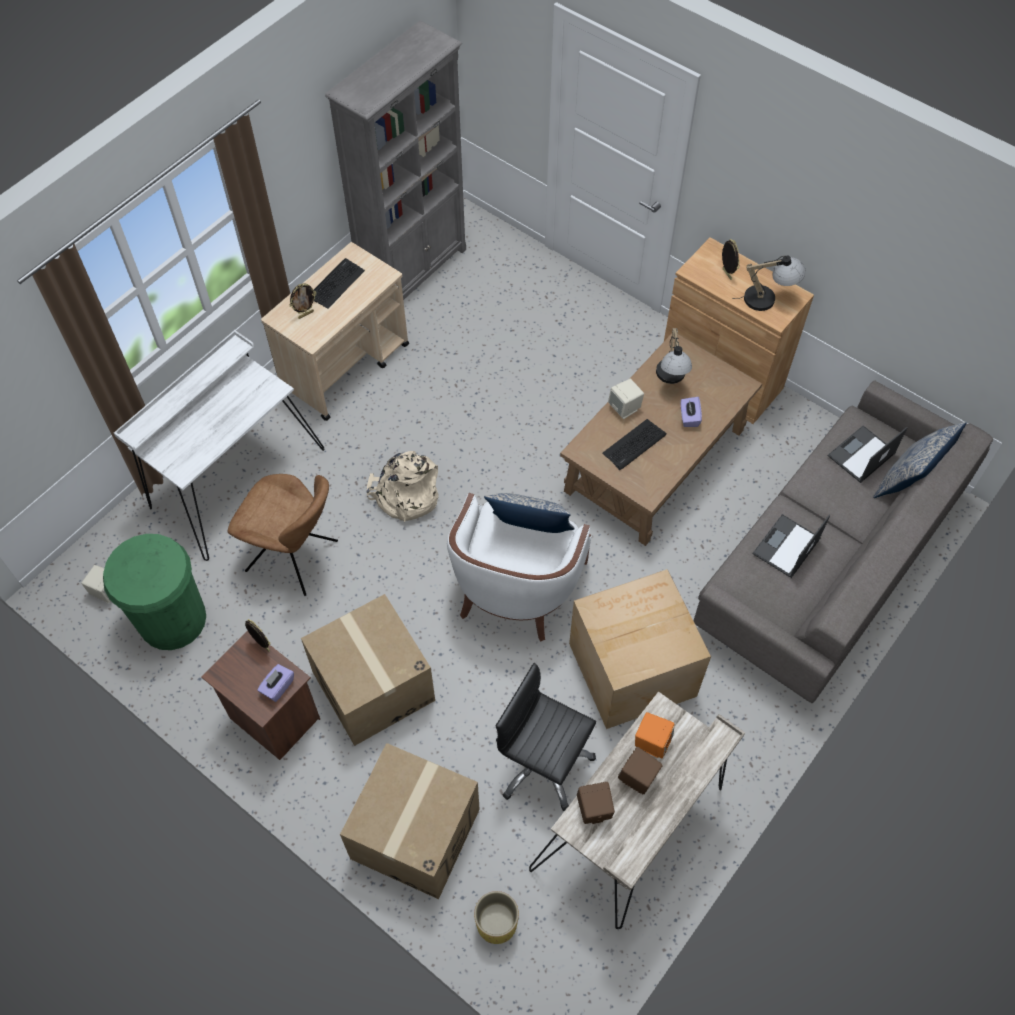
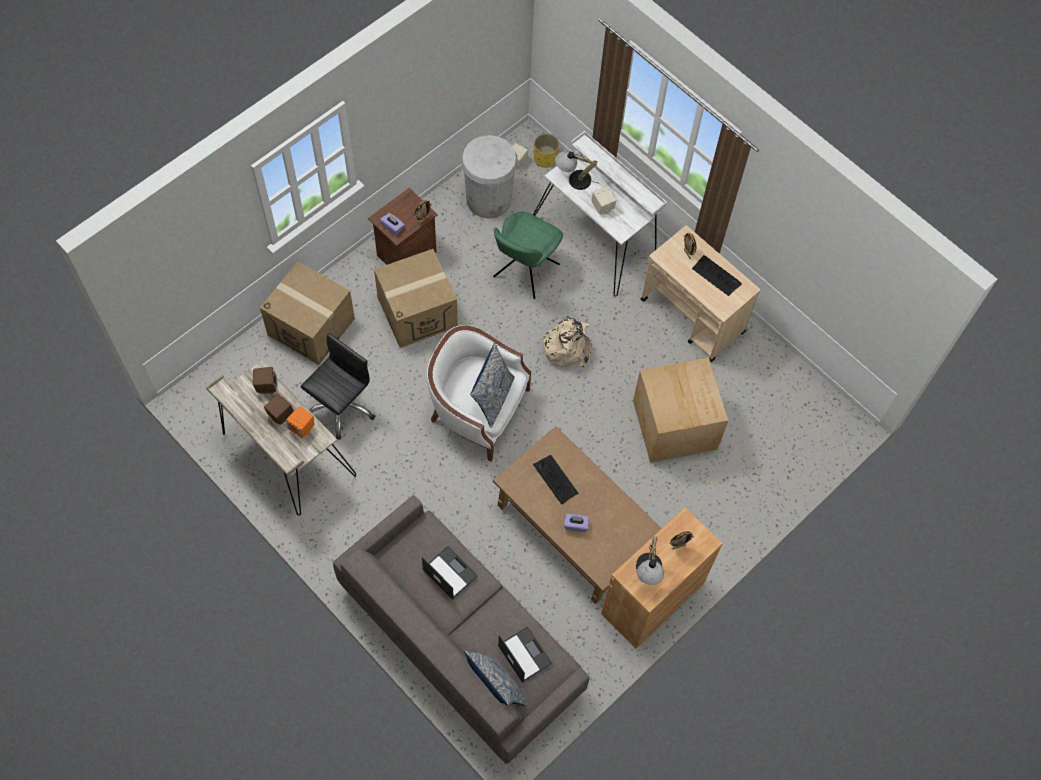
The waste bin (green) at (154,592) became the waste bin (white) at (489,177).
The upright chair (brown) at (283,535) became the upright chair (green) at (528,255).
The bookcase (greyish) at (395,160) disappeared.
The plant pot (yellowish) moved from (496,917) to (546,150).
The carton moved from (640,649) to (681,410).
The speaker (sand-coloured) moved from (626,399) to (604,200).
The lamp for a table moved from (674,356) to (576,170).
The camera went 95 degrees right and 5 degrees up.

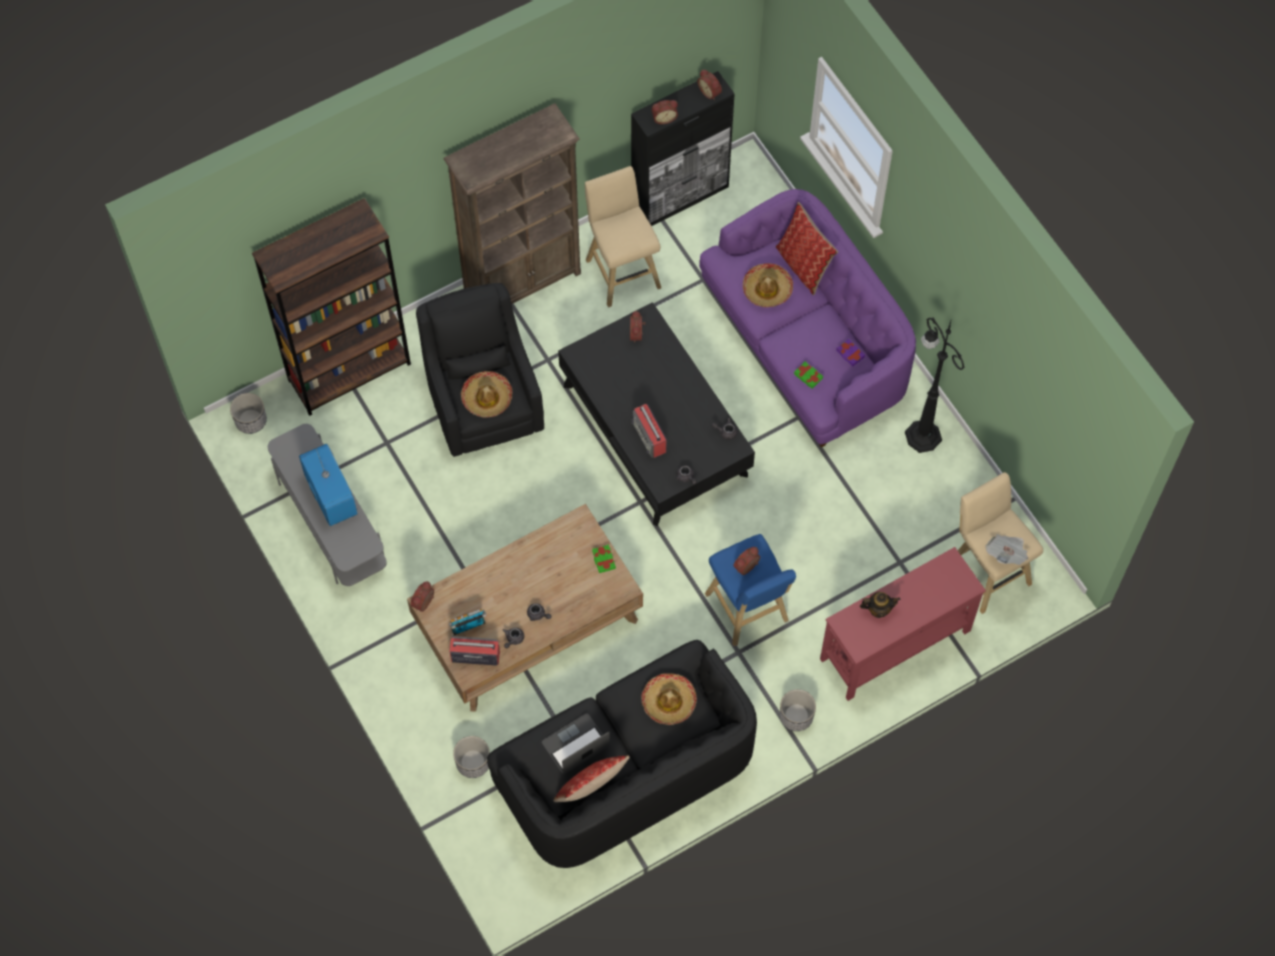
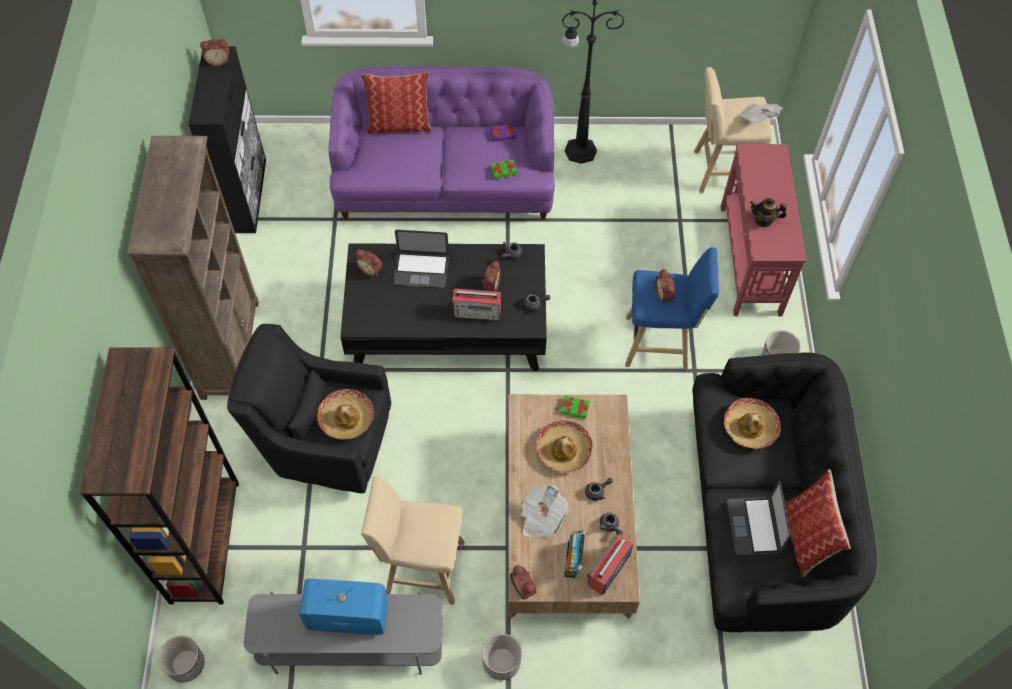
The plant pot moved from (471,757) to (502,657).
The stool (sand-coloured) moved from (623,237) to (413,540).
The table clock moved from (665,112) to (492,276).
The wearable hat moved from (768,285) to (564,446).
The tea pot at (880,605) turned 105 degrees counterclockwise.
The laptop at (421,259) appeared.
The daily paper at (545,511) appeared.
The camera went 60 degrees left and 5 degrees down.

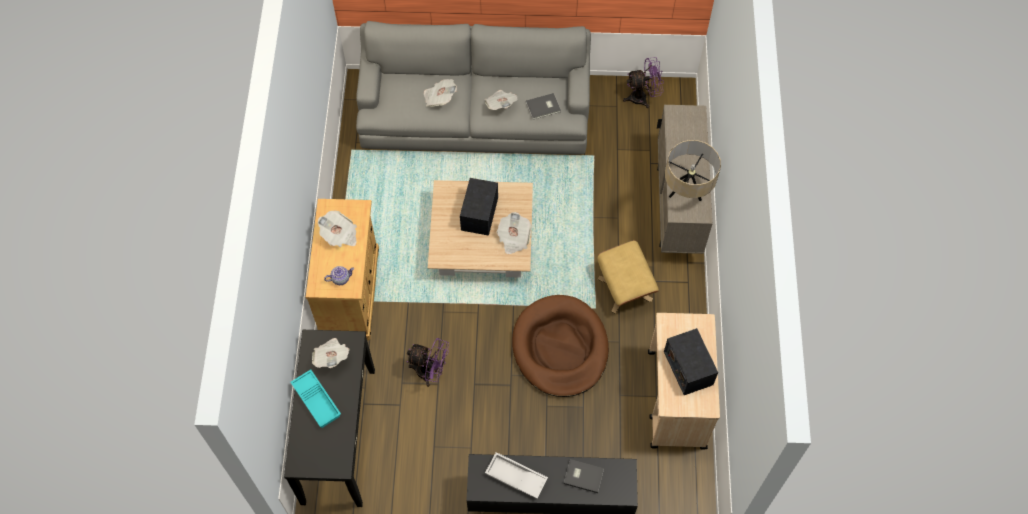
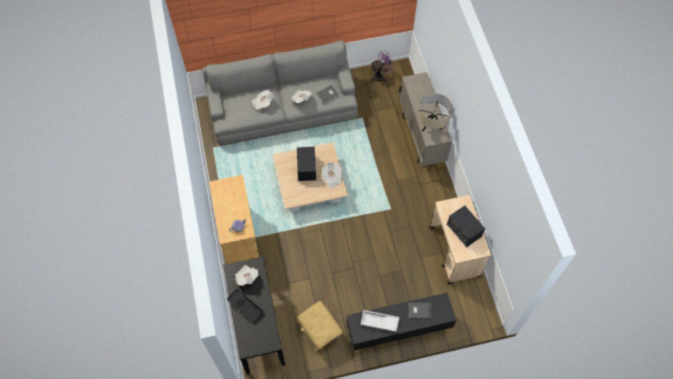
The serving tray (turquoise-coloured) at (316,398) became the serving tray (black) at (245,305).
The daily paper at (337,229) disappeared.
The cooling fan (purple-coloured) at (427,362) disappeared.
The pet bed (brown) at (560,346) disappeared.
The footrest (sand-coloured) moved from (628,277) to (320,326).
The camera went 15 degrees left and 0 degrees up.

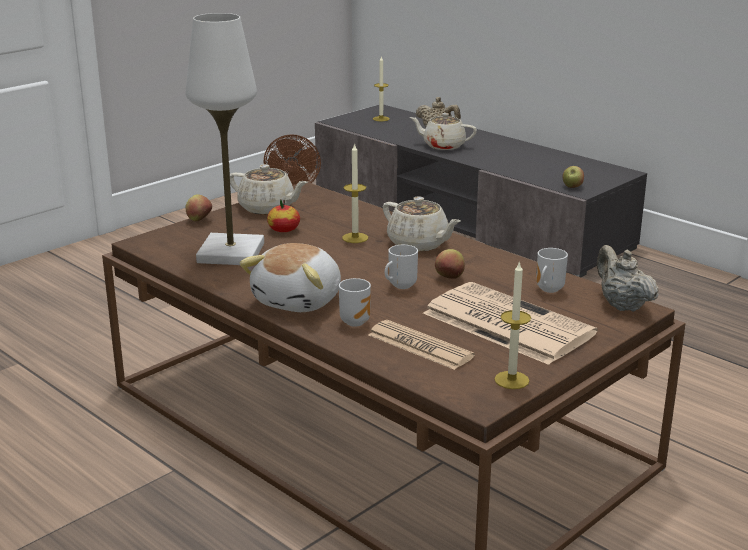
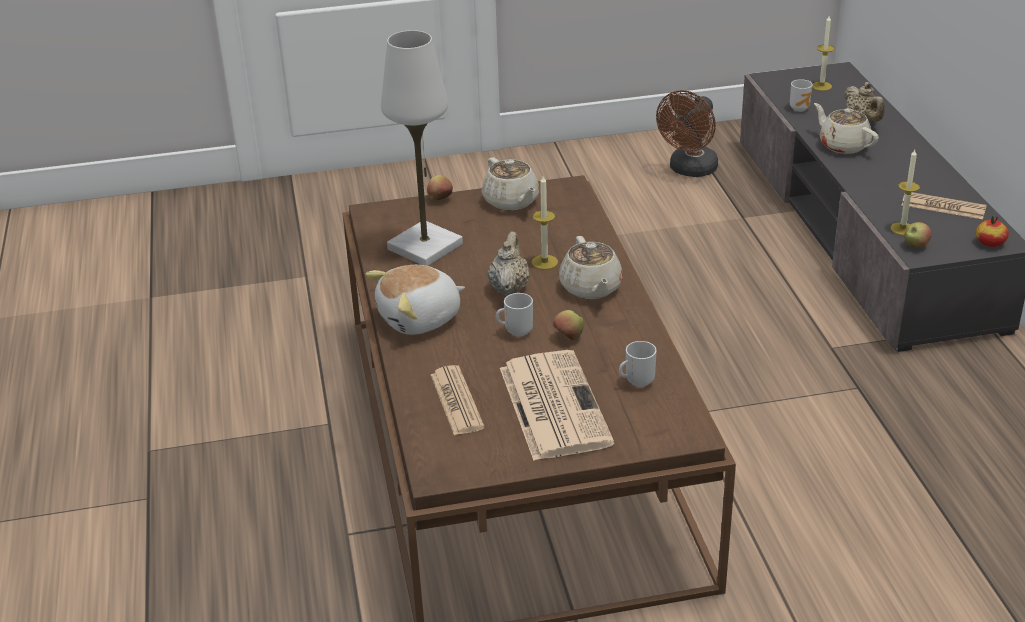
The apple moved from (283,215) to (992,231).
The tea mug moved from (355,302) to (801,95).
The wax candle moved from (512,325) to (905,192).
The tea pot (sand-coloured) moved from (628,278) to (509,263).
The daily paper at (944,205) appeared.
The camera went 35 degrees right and 10 degrees up.

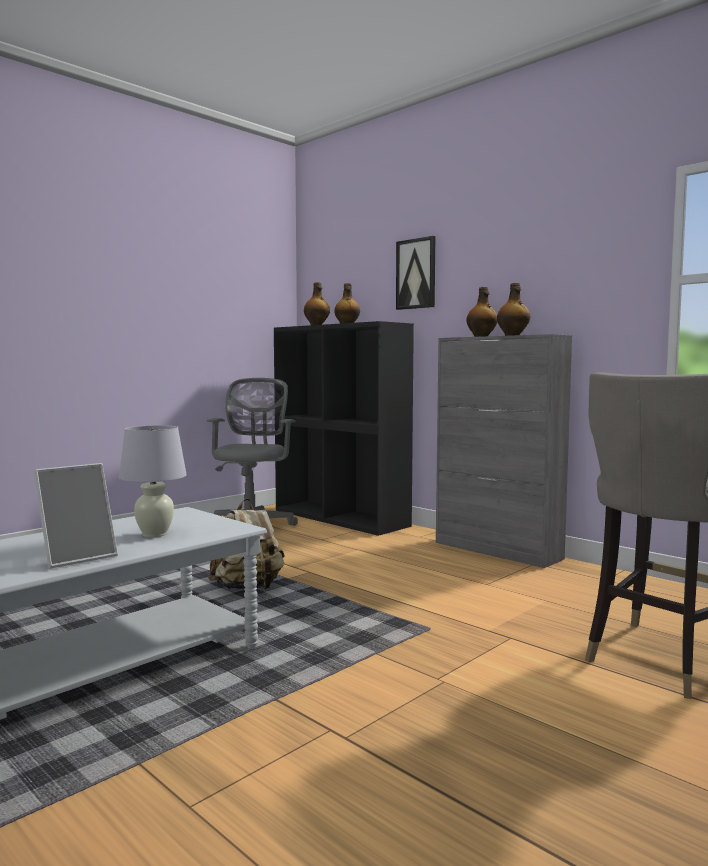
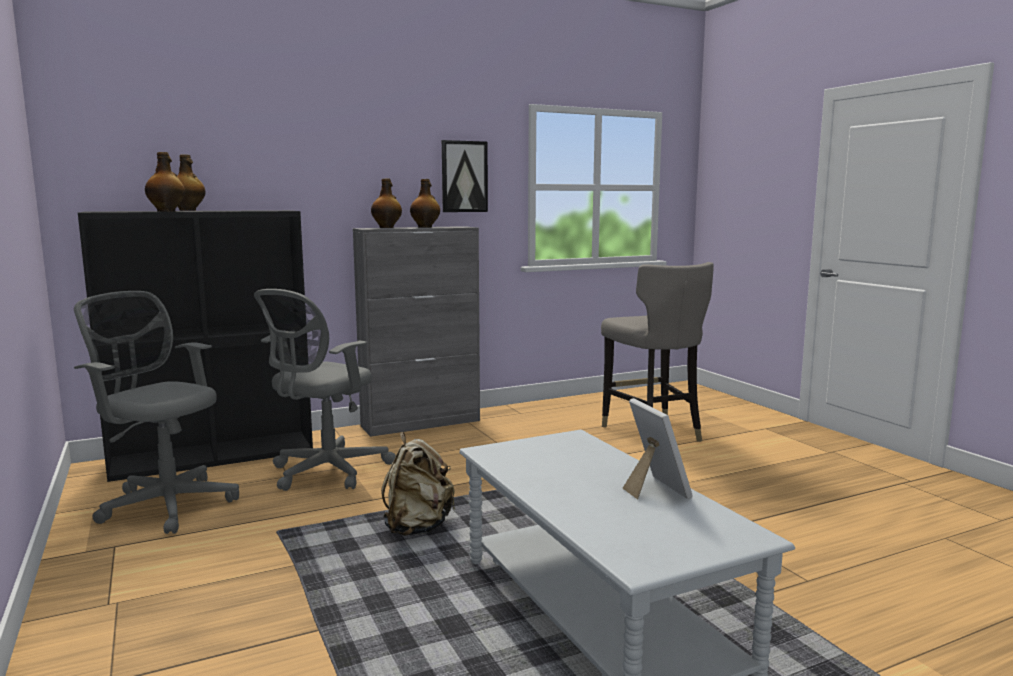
The lamp for a table (white) at (153,481) disappeared.
The wall picture moved from (415,273) to (465,176).
The office chair (greyish) at (325,390) appeared.
The camera went 70 degrees left and 5 degrees up.

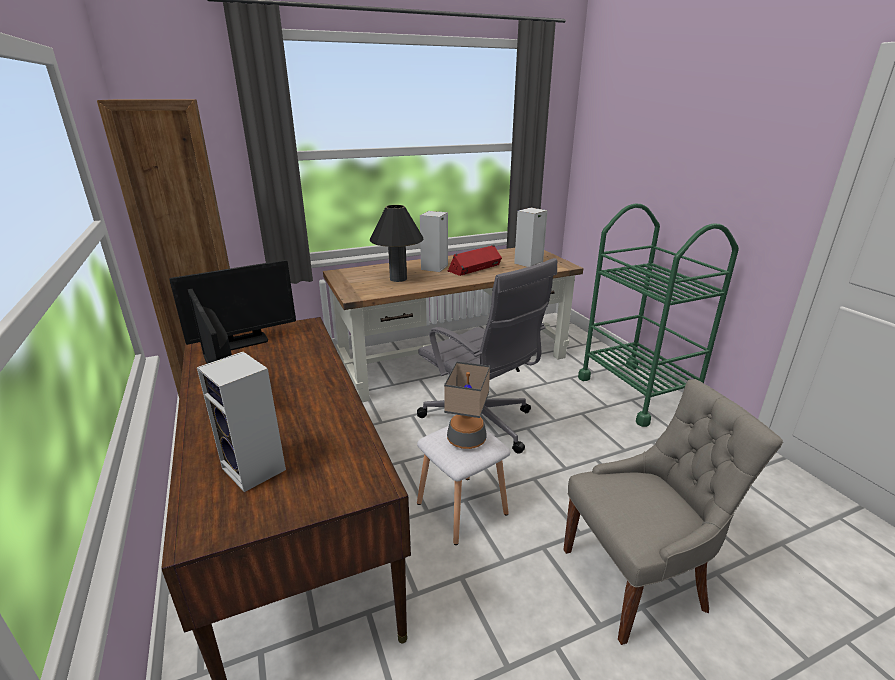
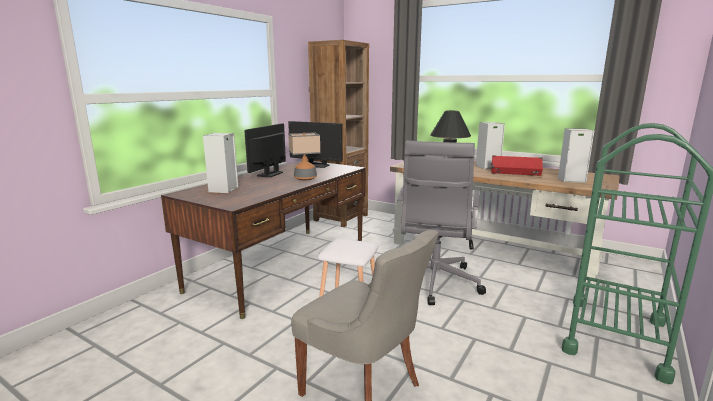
The lamp for a table moved from (467,405) to (304,156).
The camera went 55 degrees right and 10 degrees down.

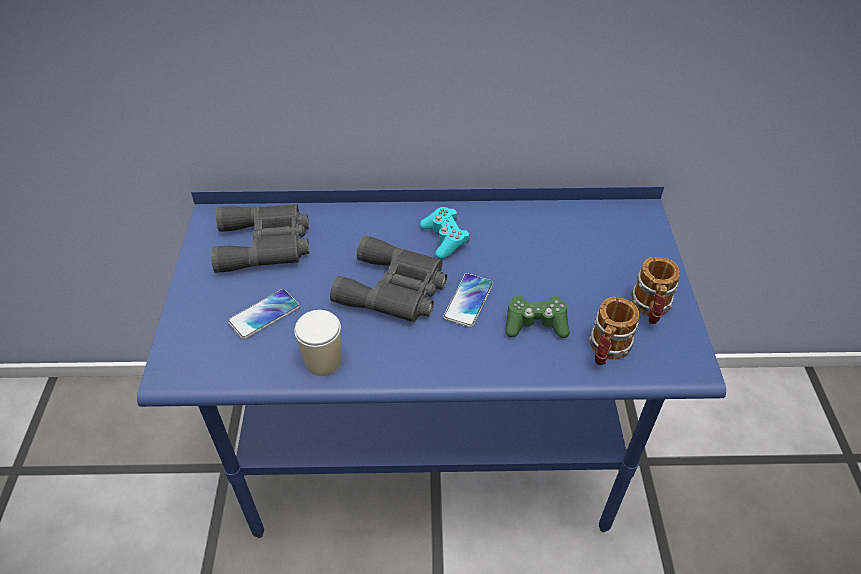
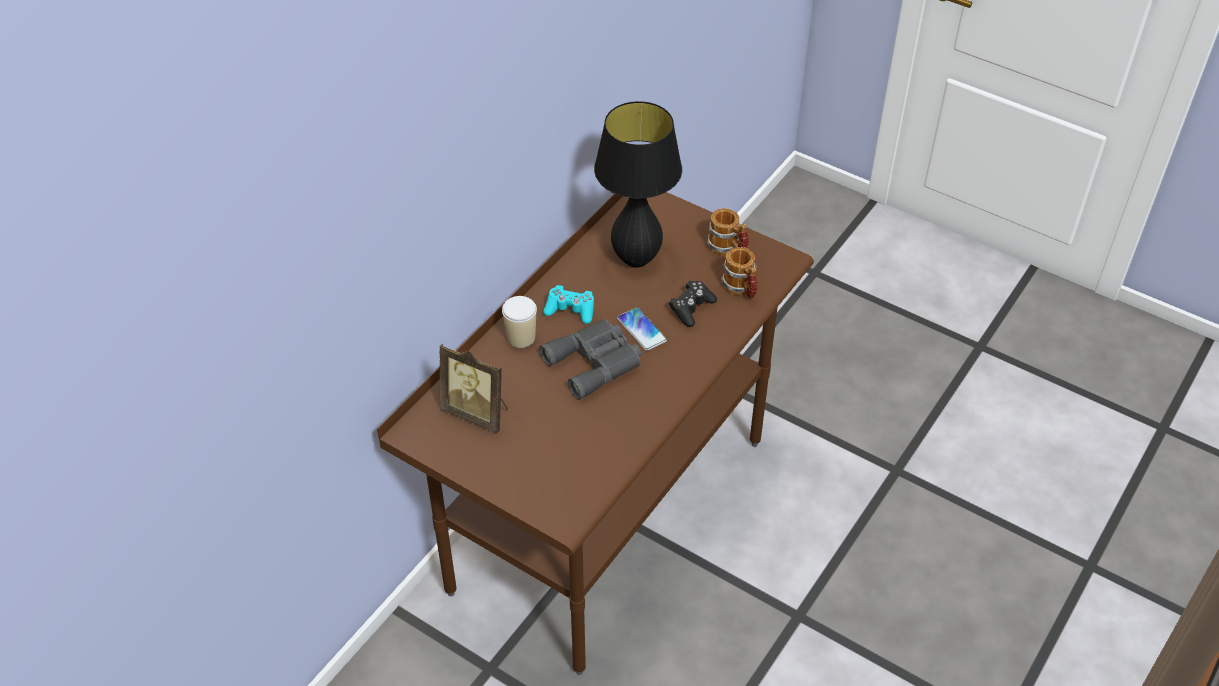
The desk (bluish) at (431,362) became the desk (brown) at (595,433).
The binoculars (greyish) at (260,238) was replaced by the photo frame at (473,388).
The handset at (264,314) disappeared.
The cup moved from (318,343) to (519,322).
The joypad (green) at (537,317) became the joypad (black) at (693,304).
The lamp for a table (black) at (638,184) appeared.
The camera went 55 degrees left and 0 degrees up.

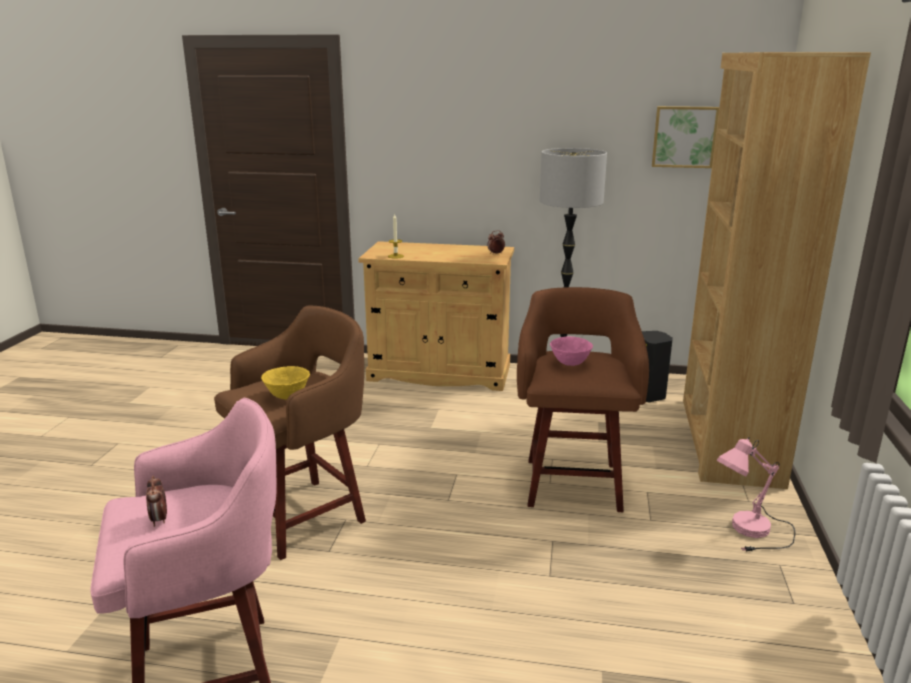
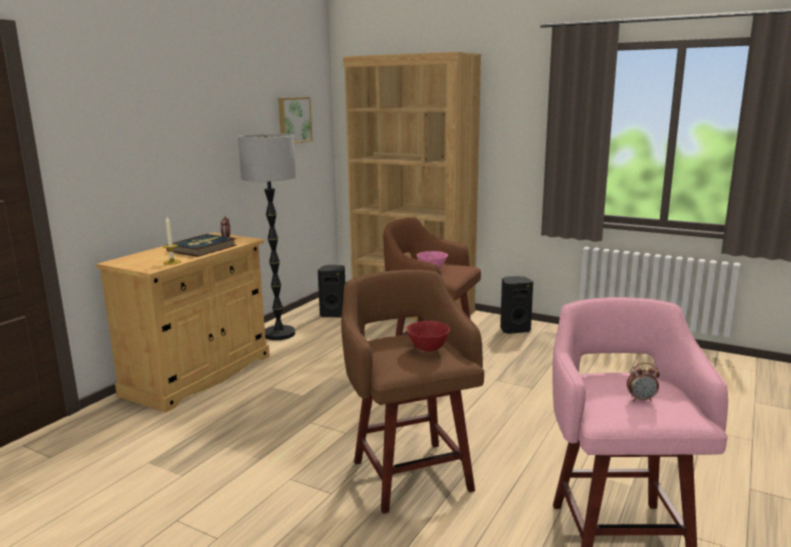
The serving bowl (yellowish) at (285,383) became the serving bowl (red-coloured) at (428,336).
The lamp for a table (pinkish) at (755,494) was replaced by the speaker (black) at (516,305).
The book at (201,245) appeared.
The camera went 70 degrees left and 5 degrees down.

